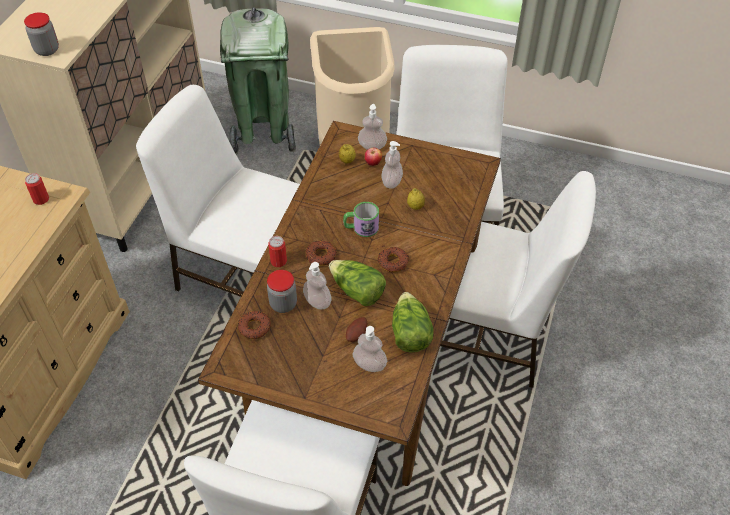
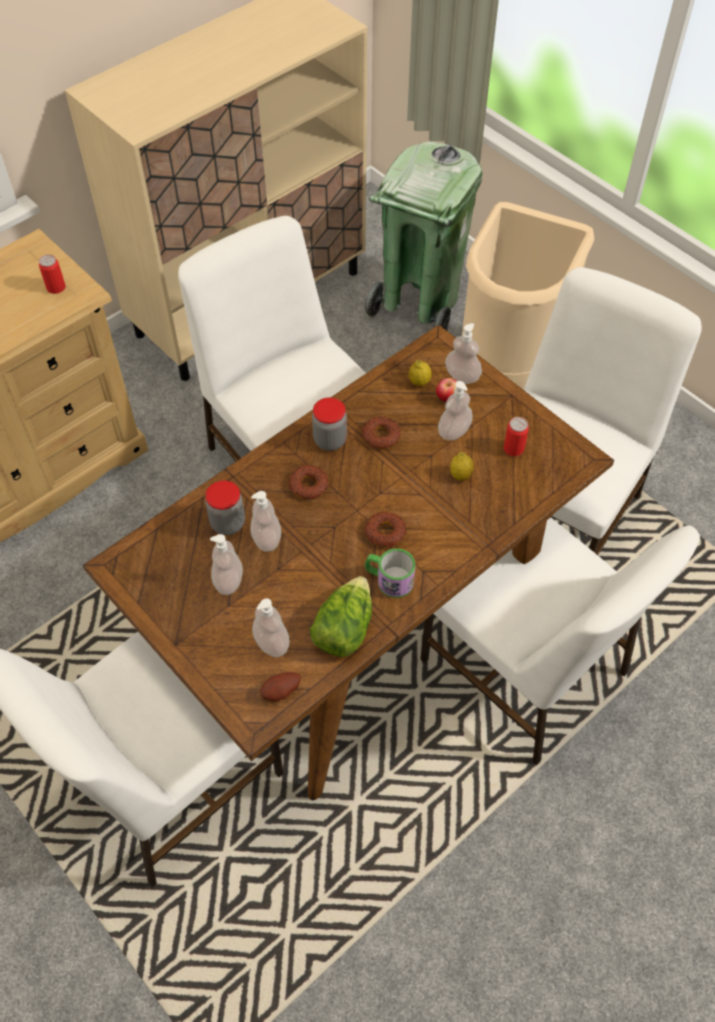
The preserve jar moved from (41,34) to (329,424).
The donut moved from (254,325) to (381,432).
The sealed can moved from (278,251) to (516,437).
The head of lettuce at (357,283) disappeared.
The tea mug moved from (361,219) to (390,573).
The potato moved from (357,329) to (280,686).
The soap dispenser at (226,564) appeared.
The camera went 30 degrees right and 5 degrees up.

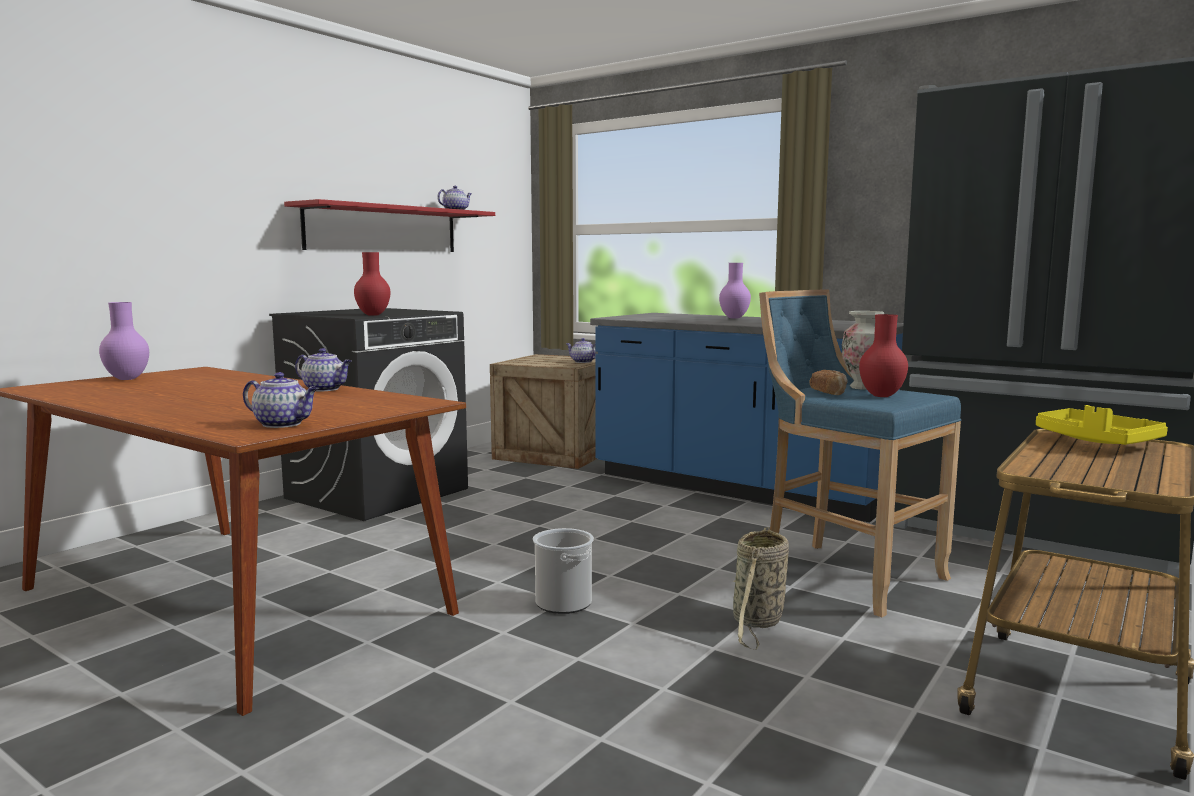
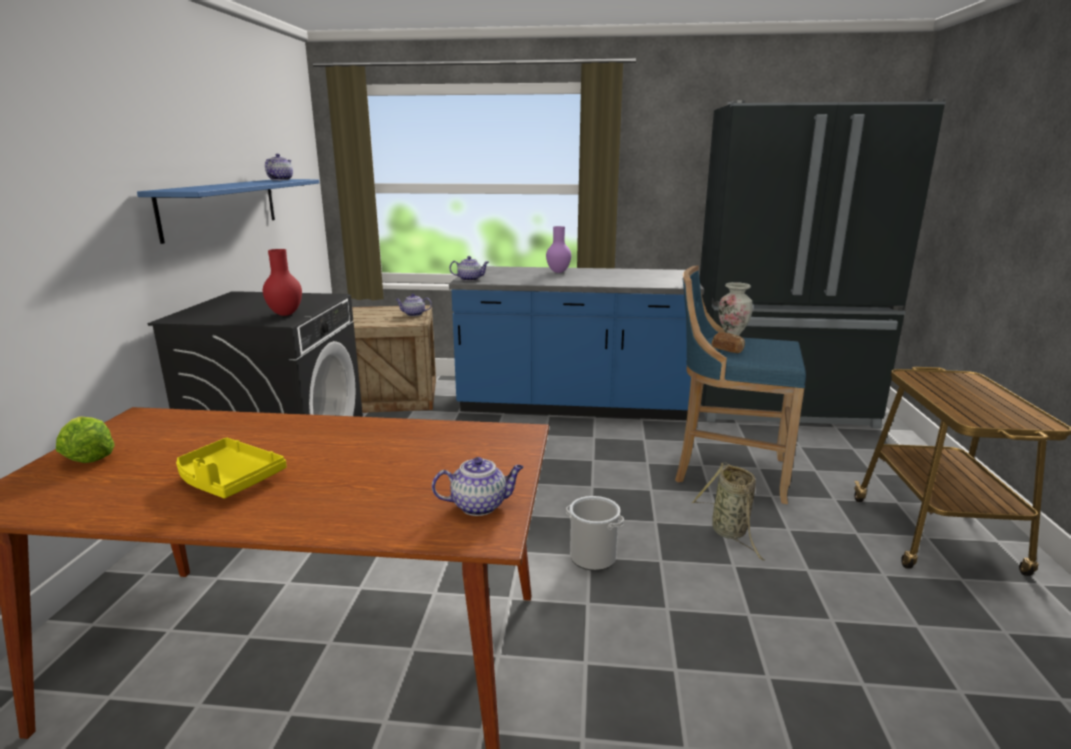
The vase (purple-coloured) at (124,341) was replaced by the head of lettuce at (85,439).
The shelf (red-coloured) at (389,225) became the shelf (bluish) at (228,211).
The tea pot moved from (323,369) to (469,268).
The vase (red-coloured) at (883,355) disappeared.
The serving tray (yellowish) moved from (1102,425) to (231,468).
The camera went 30 degrees left and 10 degrees up.

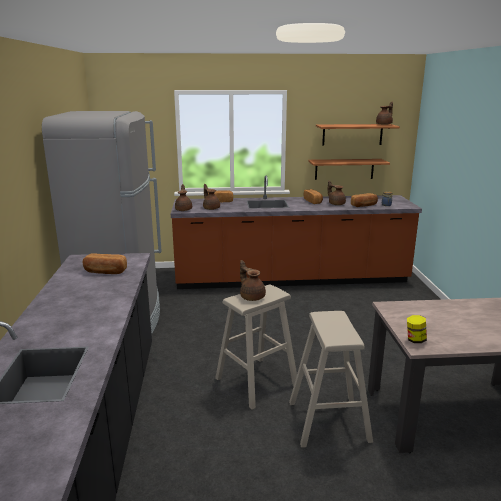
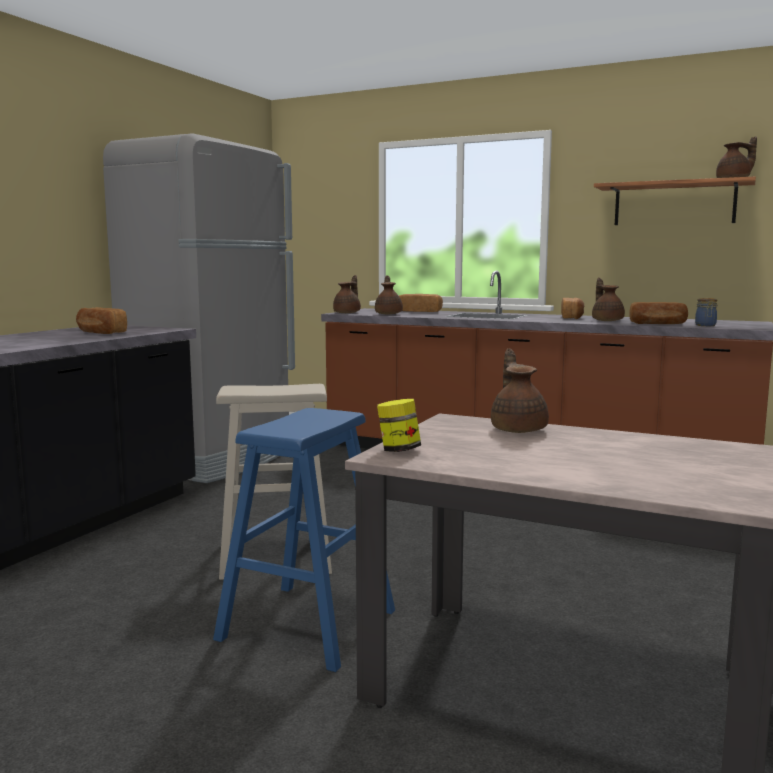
The tea pot (brown) moved from (253,280) to (520,390).
The stool (sand-coloured) at (331,379) became the stool (bluish) at (304,540).
The shelf at (349,169) disappeared.
The camera went 30 degrees right and 10 degrees down.

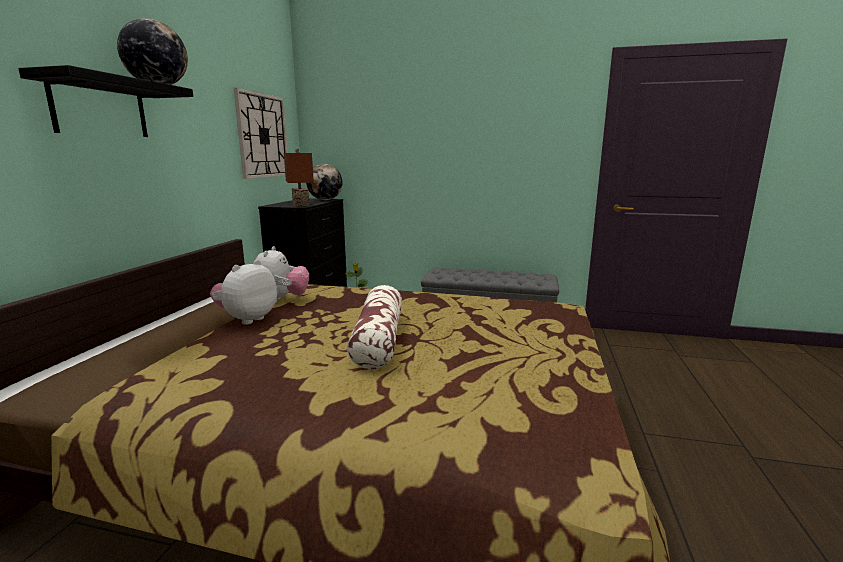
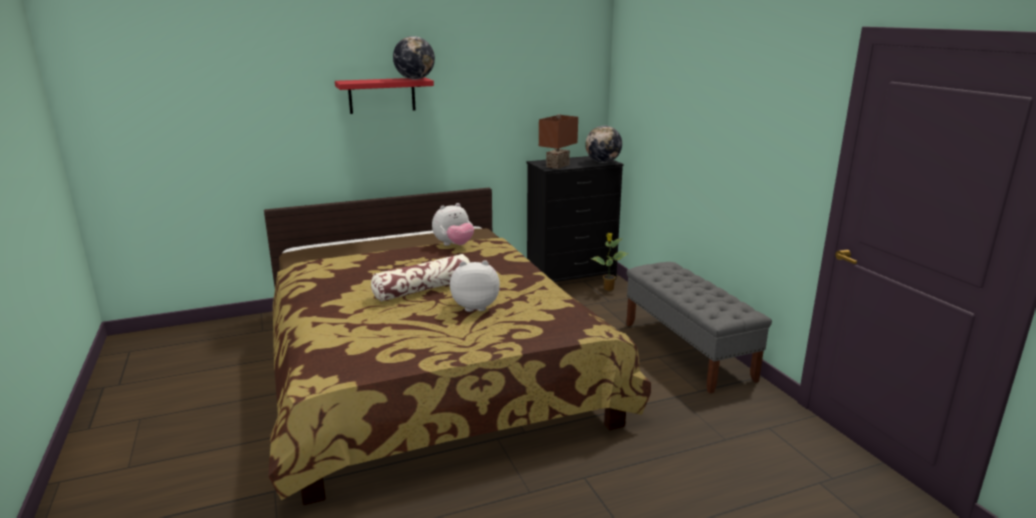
The shelf (black) at (105,101) became the shelf (red-coloured) at (384,95).
The soft toy moved from (243,292) to (475,286).
The clock on the wall at (261,133) disappeared.
The camera went 55 degrees right and 5 degrees up.

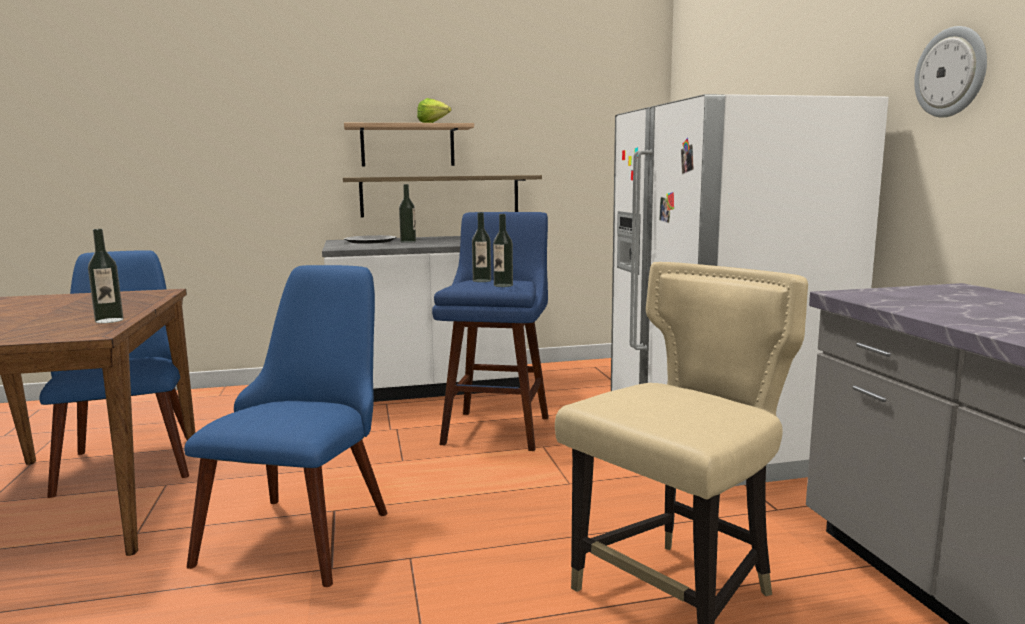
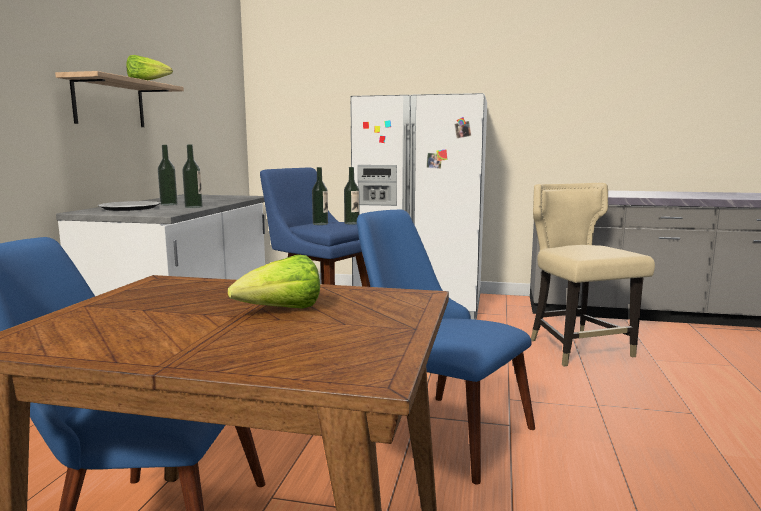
The bottle moved from (105,276) to (192,176).
The shelf at (442,196) disappeared.
The clock on the wall at (950,72) disappeared.
The head of lettuce at (274,281) appeared.
The camera went 65 degrees left and 0 degrees up.

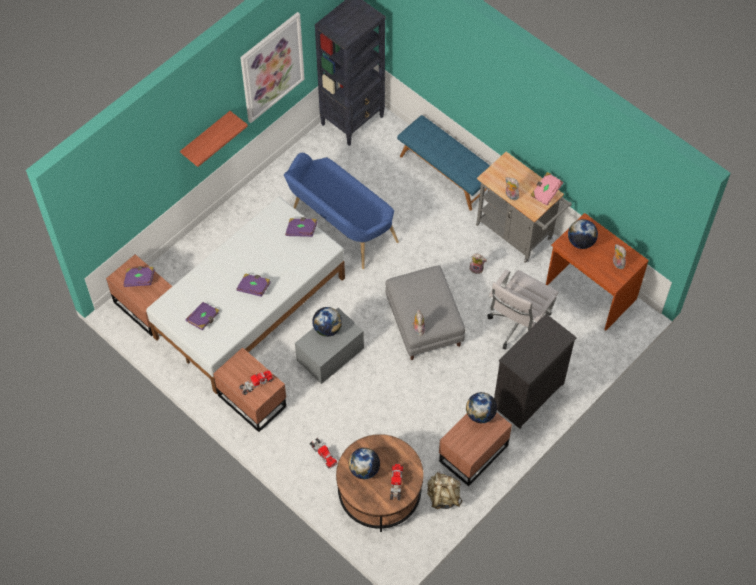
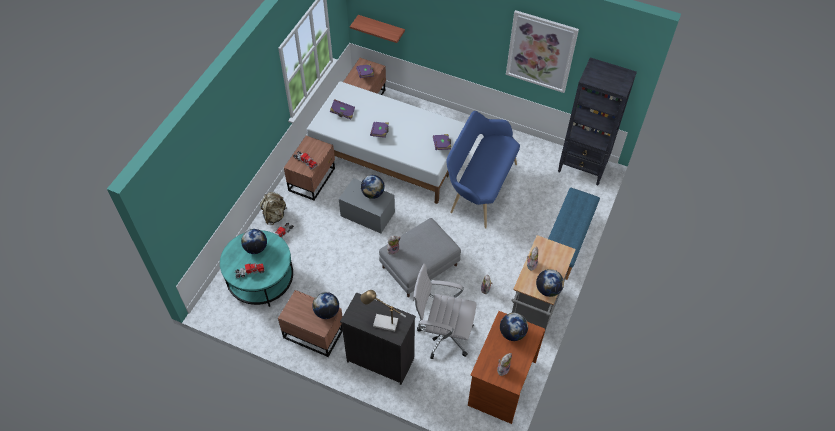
The shelf moved from (214,139) to (377,29).
The lounge table (brown) at (379,483) became the lounge table (turquoise-coloured) at (256,268).
The knapsack (sand-coloured) moved from (444,490) to (273,208).
The book (pinkish) at (547,189) was replaced by the desk globe at (550,283).
The lamp for a table at (383,310) appeared.
The camera went 70 degrees right and 5 degrees down.

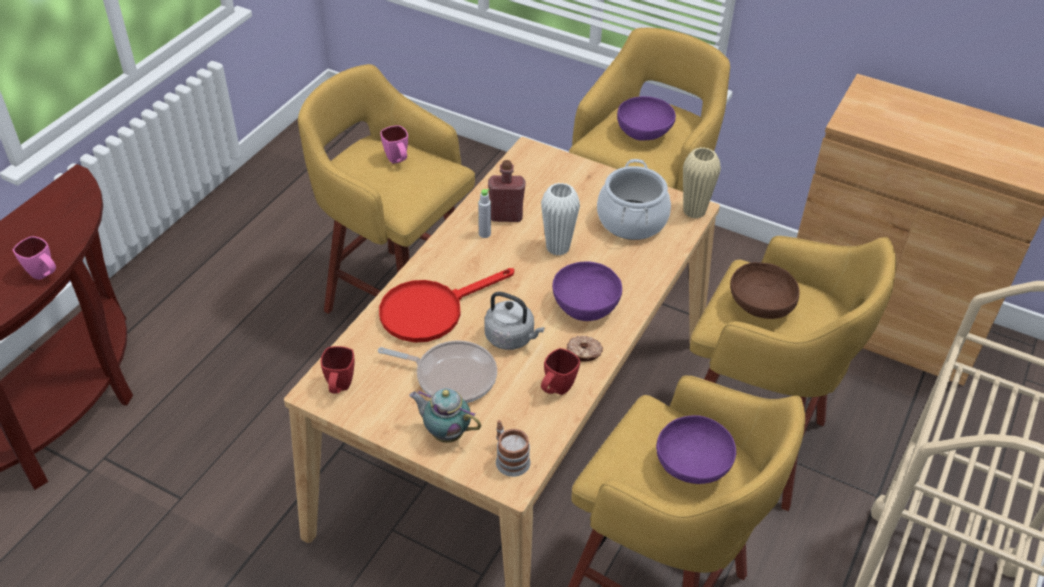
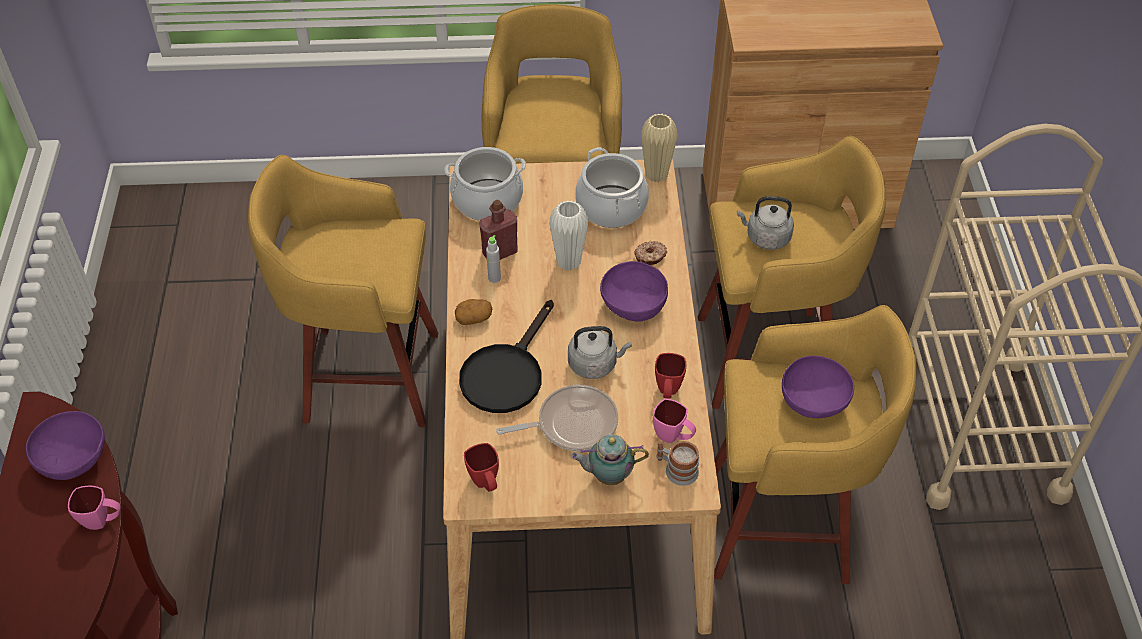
The pan (red-coloured) at (446,305) became the pan (black) at (506,356).
The tea mug (pinkish) moved from (394,144) to (674,421).
The donut moved from (585,349) to (650,253).
The serving bowl (purple-coloured) moved from (646,118) to (65,445).
The serving bowl (brown) at (765,290) was replaced by the water kettle (greyish) at (765,223).
The stockpot at (485,184) appeared.
The potato at (473,312) appeared.
The camera went 30 degrees left and 5 degrees up.

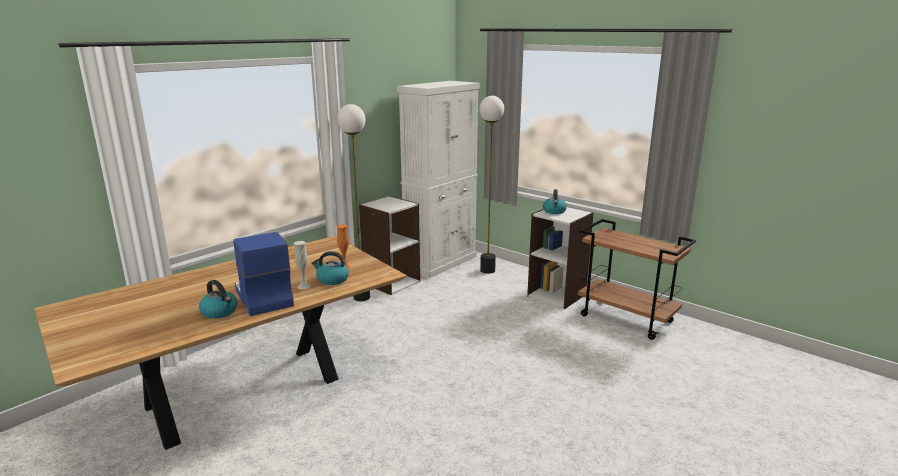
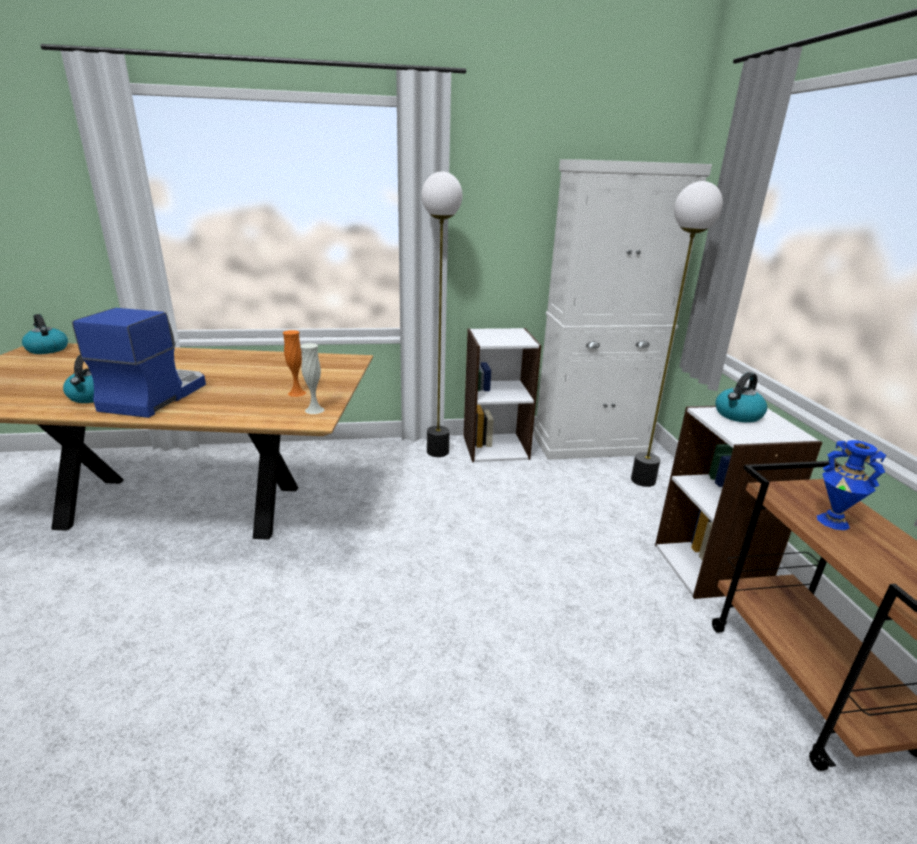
The vase (white) moved from (302,265) to (312,378).
The water kettle moved from (330,268) to (45,334).
The vase (bluish) at (851,485) appeared.
The camera went 40 degrees right and 5 degrees up.

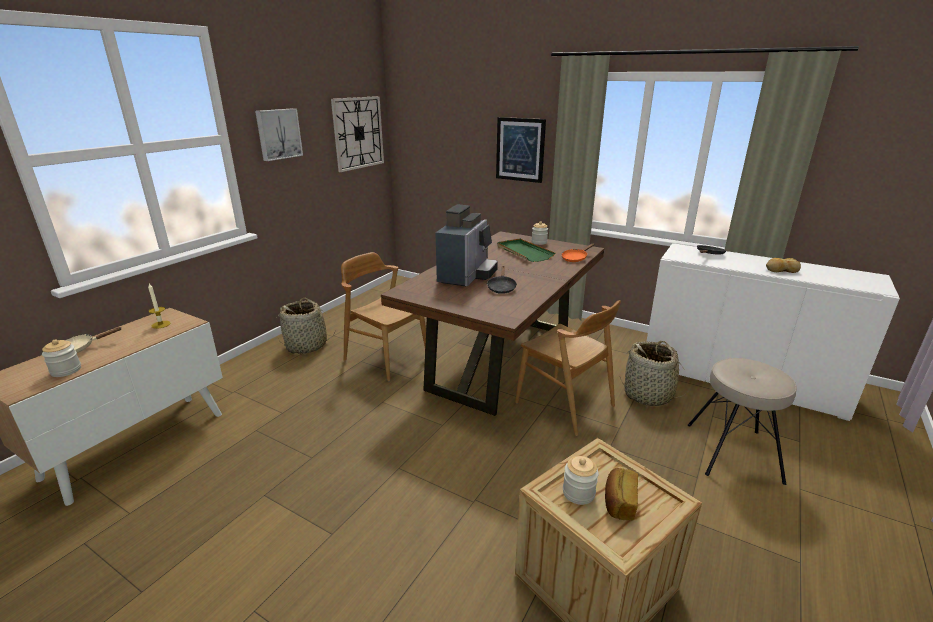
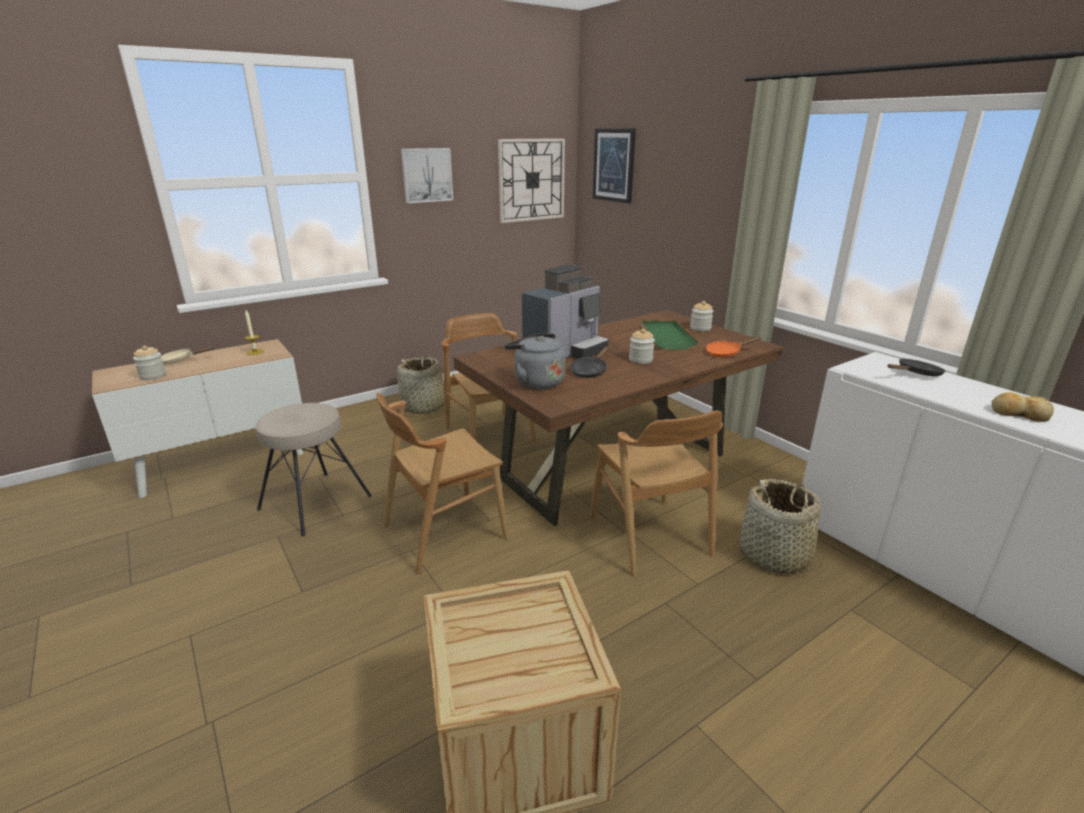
The wall picture moved from (521,150) to (614,166).
The preserve jar moved from (581,480) to (642,346).
The bread at (621,494) disappeared.
The stool (sand-coloured) moved from (742,421) to (314,469).
The upright chair (brown) at (442,483) appeared.
The water kettle (greyish) at (535,361) appeared.
The camera went 25 degrees right and 0 degrees up.

